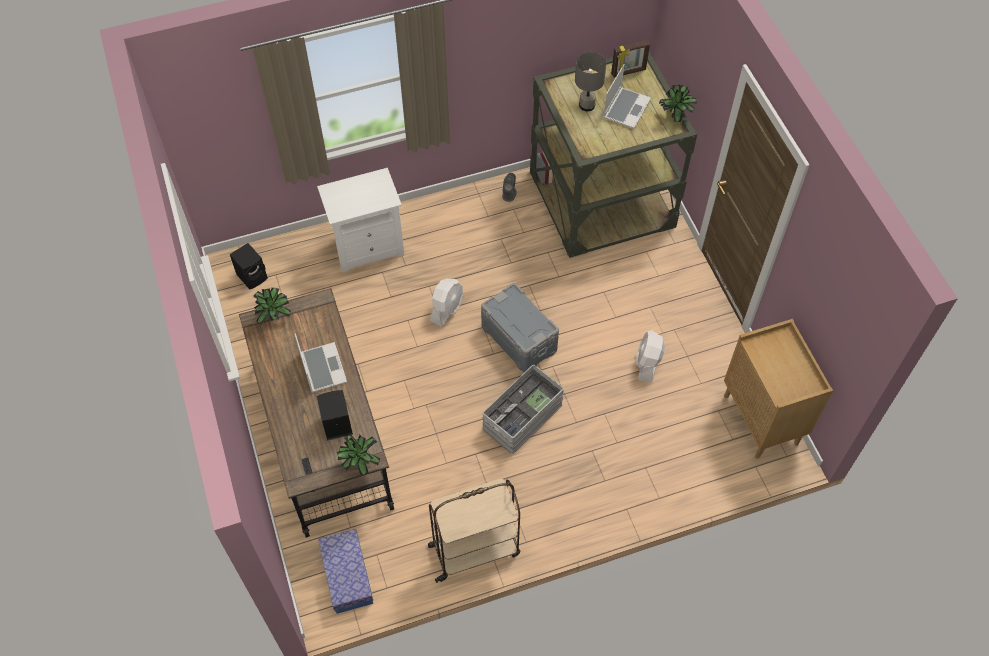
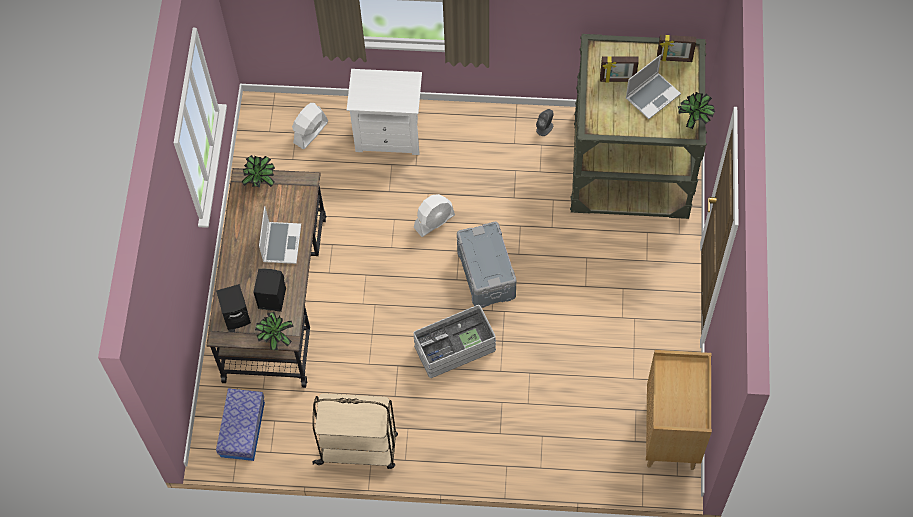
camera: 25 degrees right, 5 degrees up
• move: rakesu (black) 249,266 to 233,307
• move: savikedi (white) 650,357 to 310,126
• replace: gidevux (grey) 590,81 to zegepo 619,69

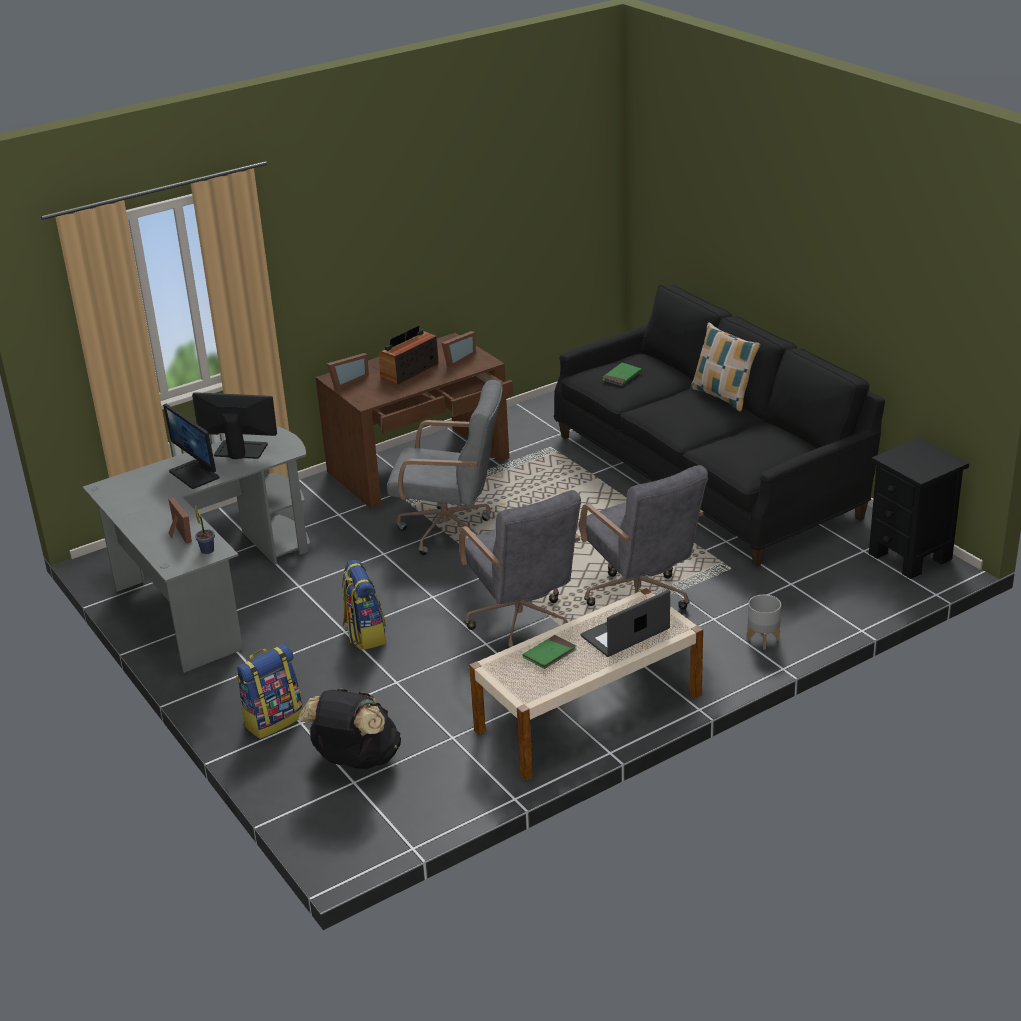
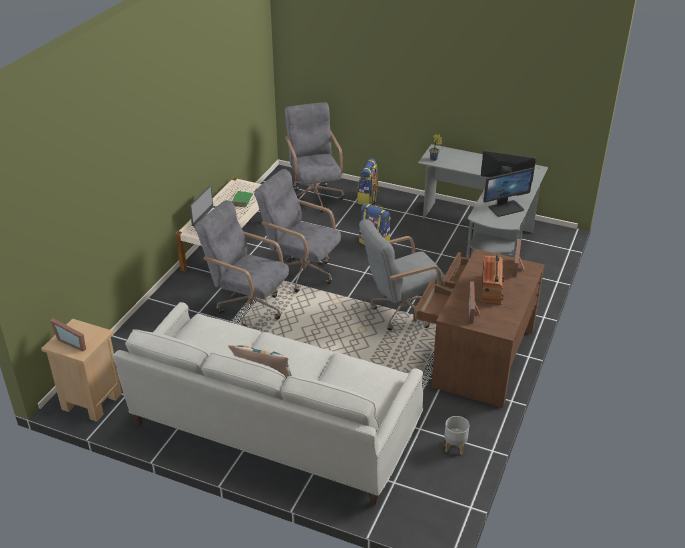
camera: 145 degrees right, 5 degrees up
• recolor: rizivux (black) 919,508 to rizivux (beige) 81,370
• move: zegepo 180,520 to 68,335
• recolor: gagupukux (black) 719,425 to gagupukux (white) 268,403
• replace: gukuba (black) 350,728 to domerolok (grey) 314,157
• move: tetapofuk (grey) 764,622 to 456,435
• delete: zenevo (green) 622,374

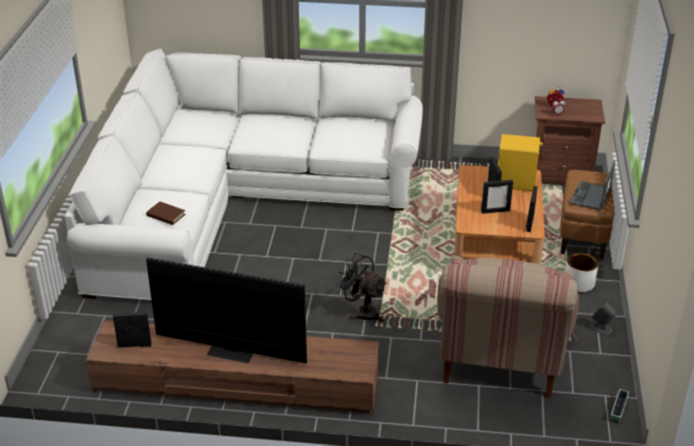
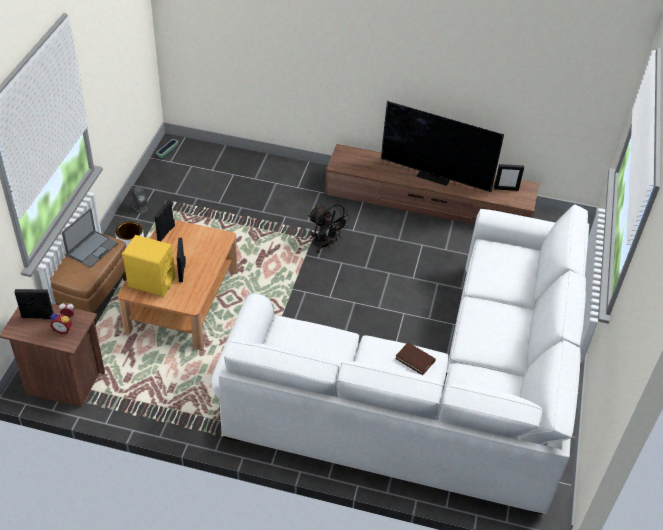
camera: 175 degrees left, 10 degrees up
• move: zegepo 497,197 to 34,304
• move: zenevo (brown) 166,213 to 415,358
• delete: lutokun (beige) 508,327

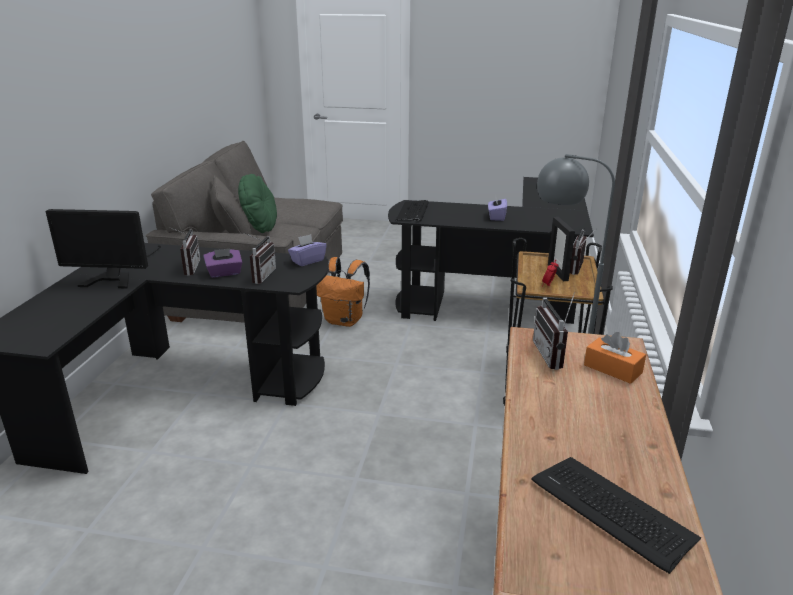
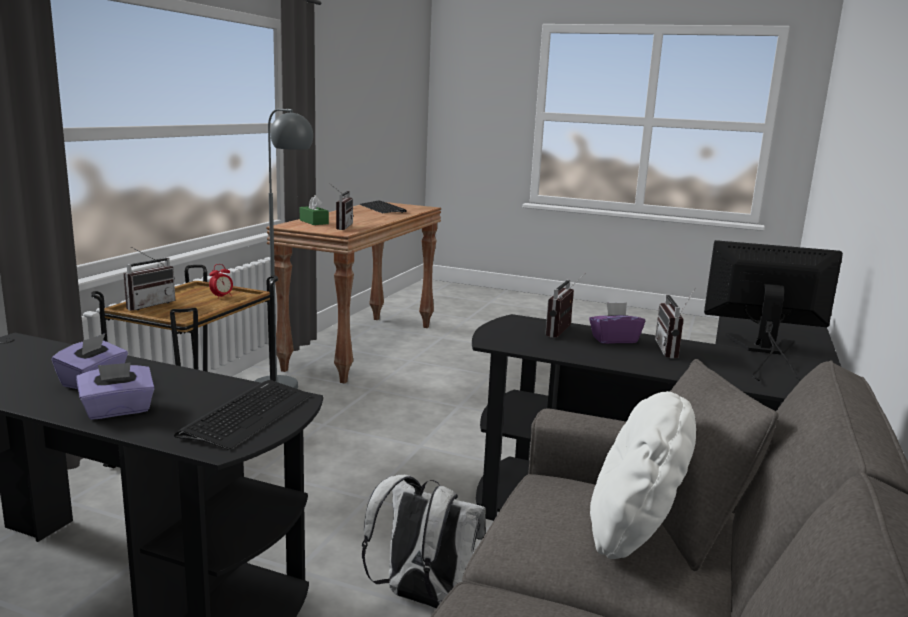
camera: 170 degrees left, 10 degrees down
• move: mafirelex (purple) 307,250 to 115,391
• recolor: mafirelex (orange) 615,358 to mafirelex (green) 314,210
• recolor: gukuba (orange) 343,292 to gukuba (white) 424,542
• recolor: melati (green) 257,203 to melati (white) 643,475
• delete: zegepo 561,249

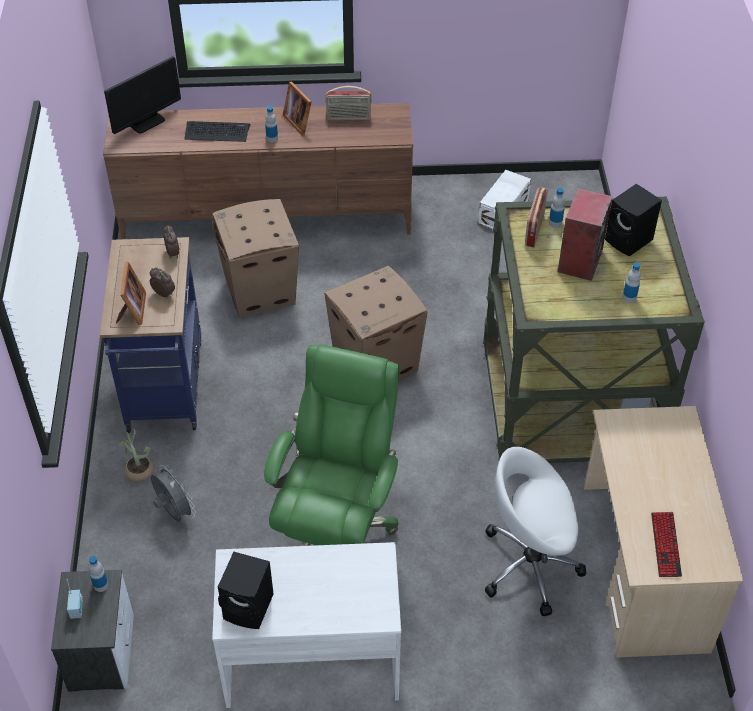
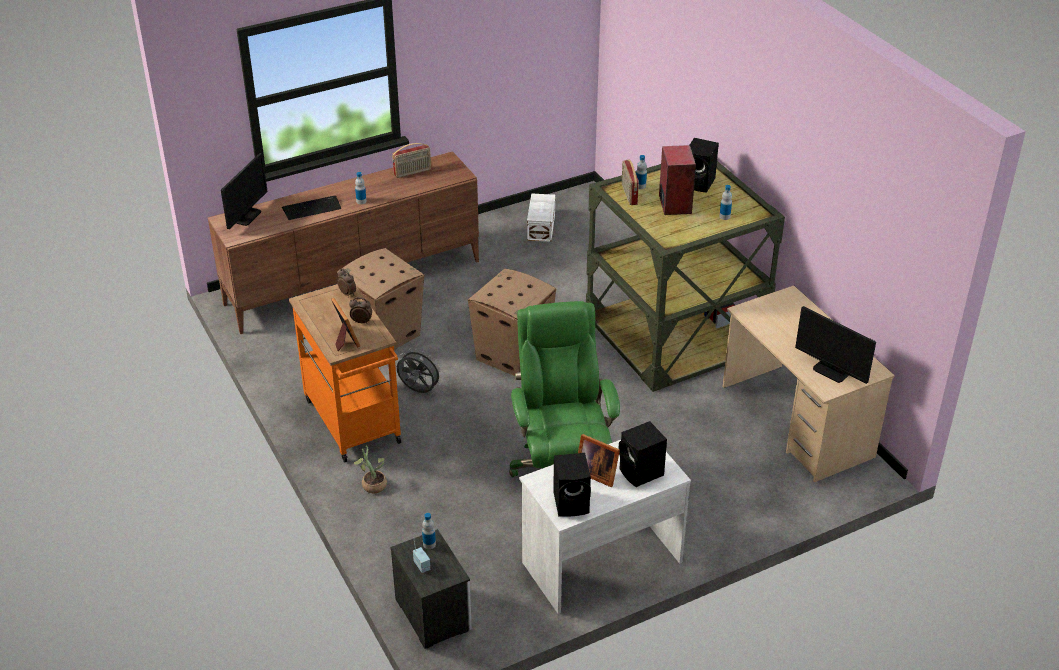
camera: 25 degrees left, 10 degrees down
• recolor: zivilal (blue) 151,335 to zivilal (orange) 345,373
• move: savikedi (grey) 173,493 to 420,371
• move: zegepo 297,108 to 599,460
• insert: rakesu (black) 643,454
• replace: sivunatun 666,544 to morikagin 835,345
• delete: domerolok (white) 535,531

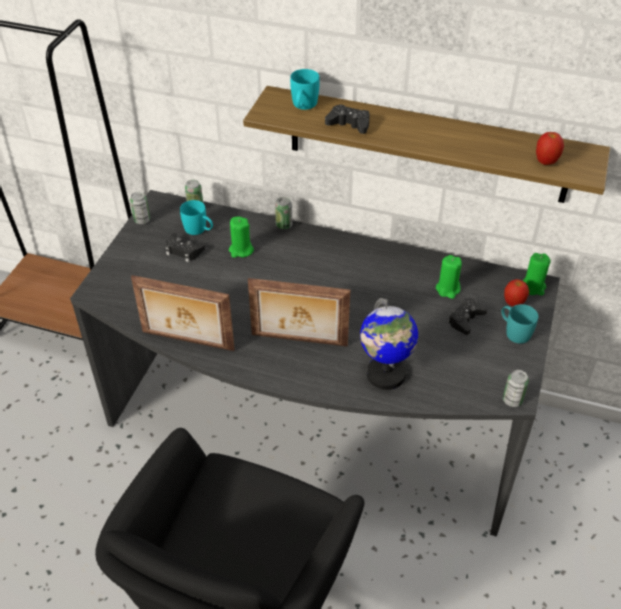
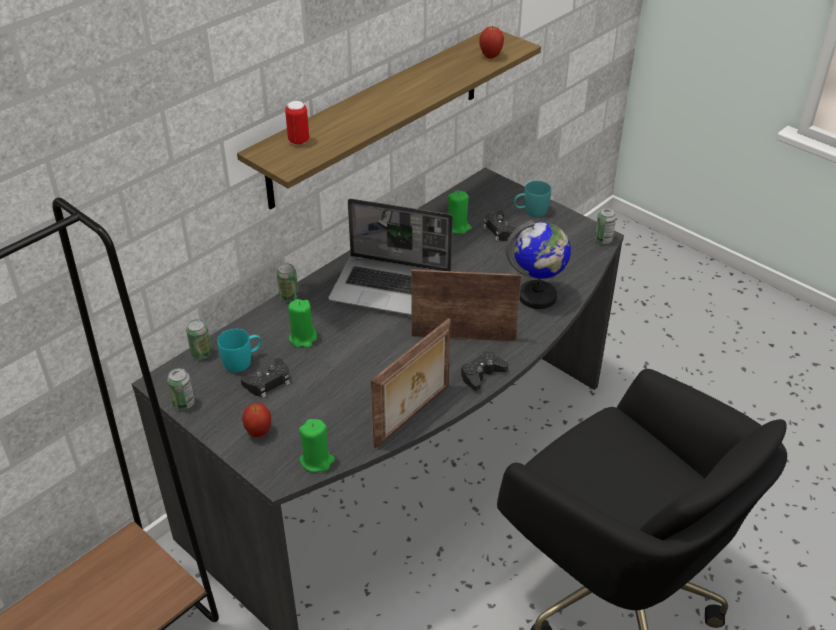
camera: 65 degrees left, 5 degrees down
• move: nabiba 516,292 to 256,420
• replace: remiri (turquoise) 305,89 to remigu 297,123
• move: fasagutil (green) 537,274 to 317,445
• insert: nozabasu 391,257
• rotate: zegepo 299,312 = 466,305 120 degrees counterclockwise
• move: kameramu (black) 347,119 to 485,371

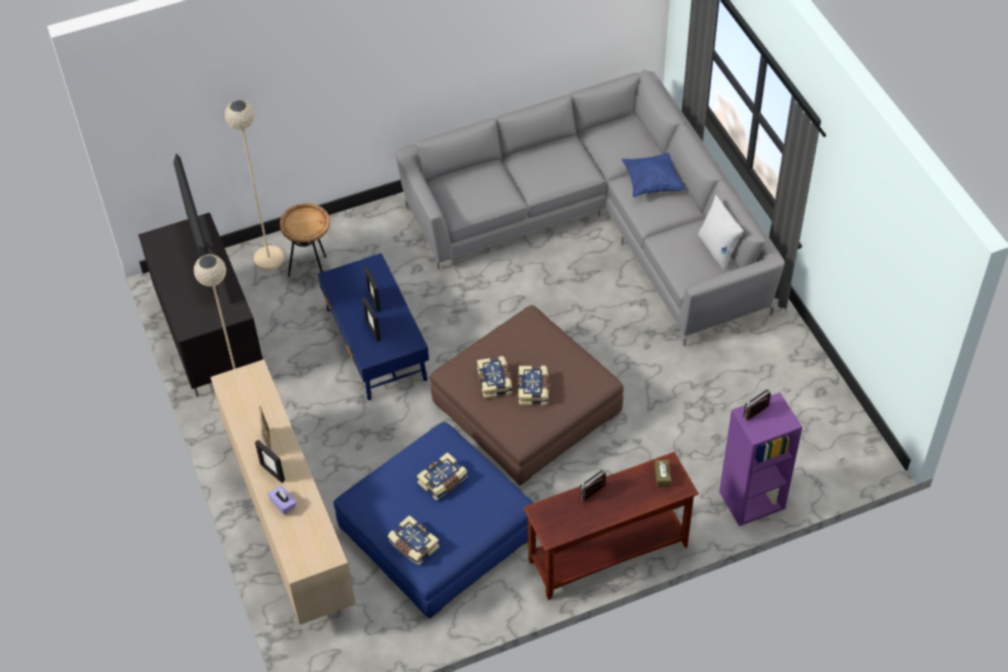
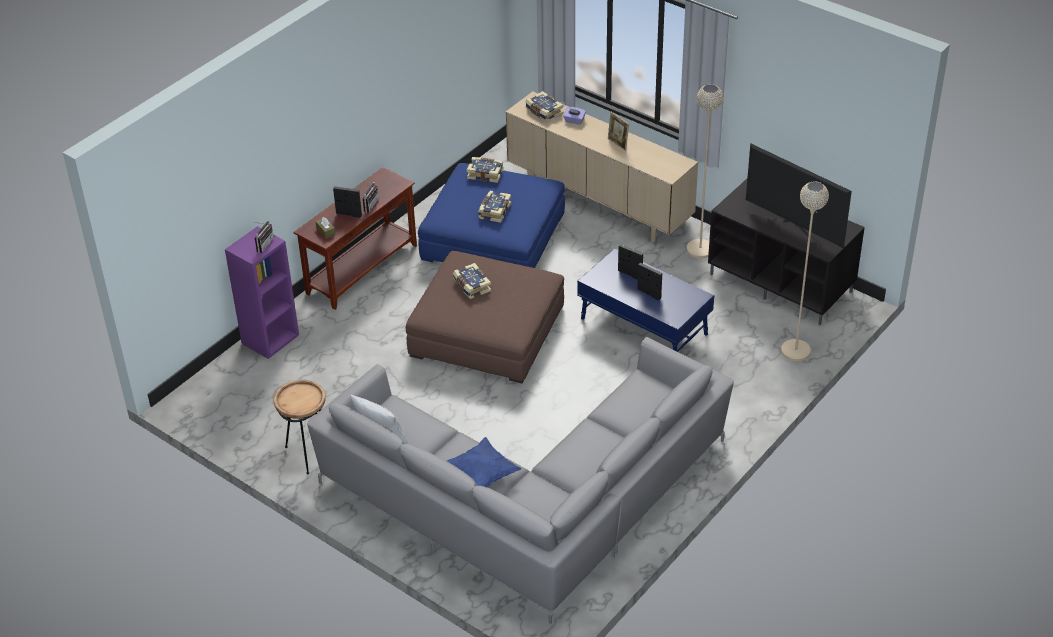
camera: 150 degrees right, 10 degrees down
• move: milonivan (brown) 305,240 to 300,427
• move: zegepo 270,461 to 347,202
• move: zenevo 494,377 to 545,106

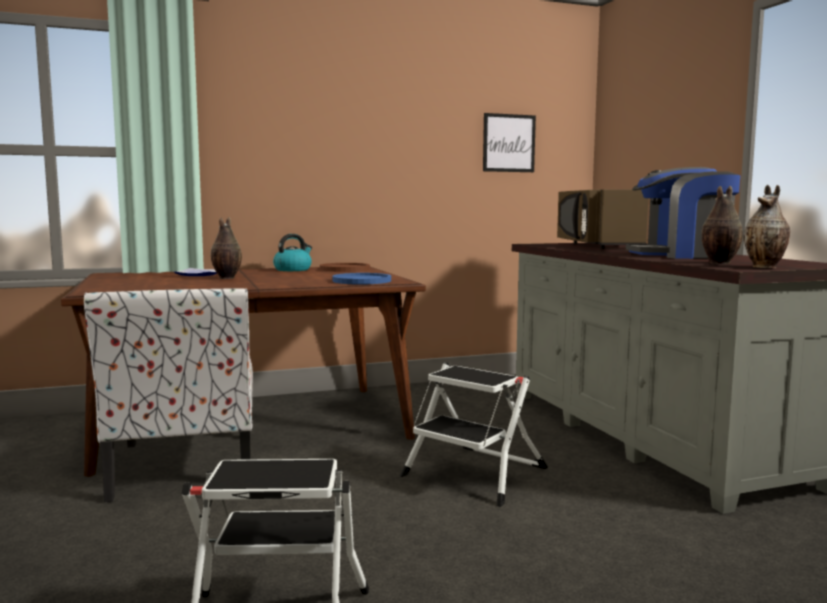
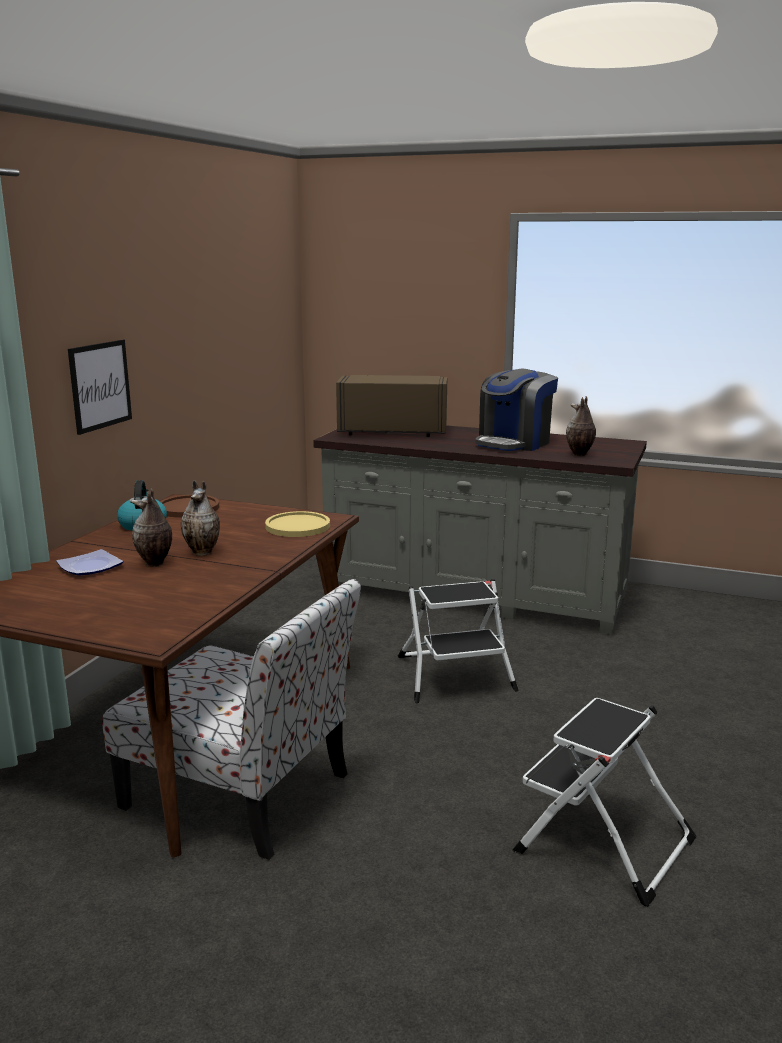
camera: 50 degrees left, 10 degrees up
• move: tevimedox 509,142 to 100,387
• move: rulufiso 767,226 to 200,518
• recolor: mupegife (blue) 361,278 to mupegife (yellow) 297,524
• rotate: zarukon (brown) 603,219 = 391,406 150 degrees clockwise

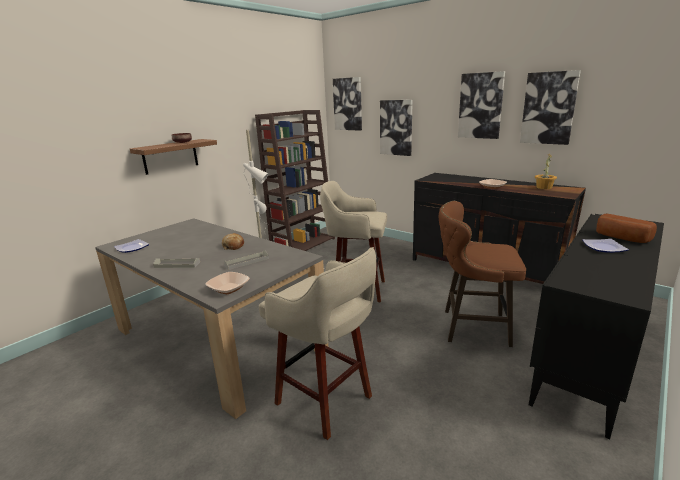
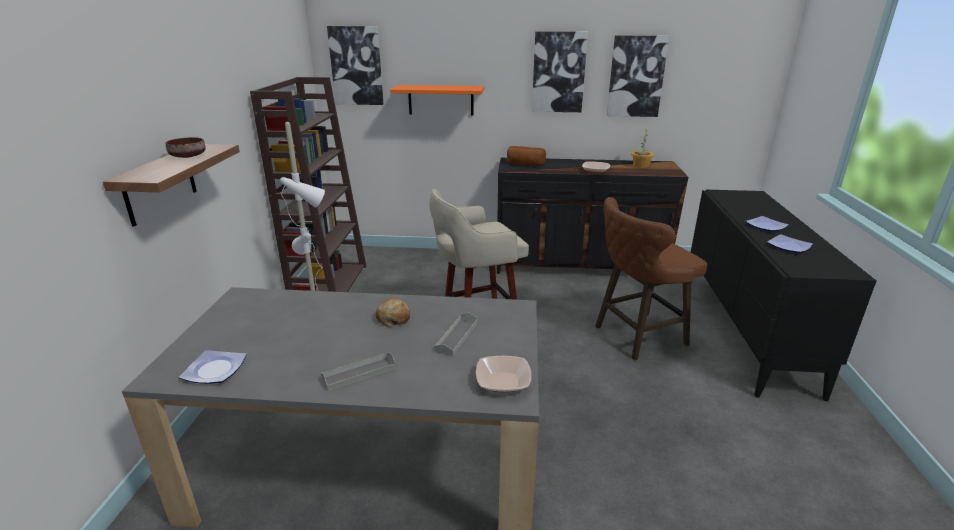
camera: 35 degrees left, 5 degrees up
• replace: tevimedox 396,128 to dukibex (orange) 437,100
• move: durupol 626,228 to 526,156
• insert: mupegife 790,243
• delete: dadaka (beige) 317,343

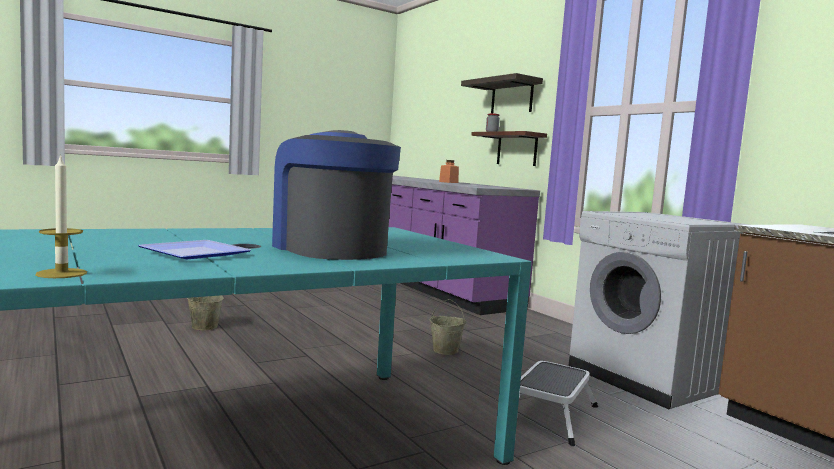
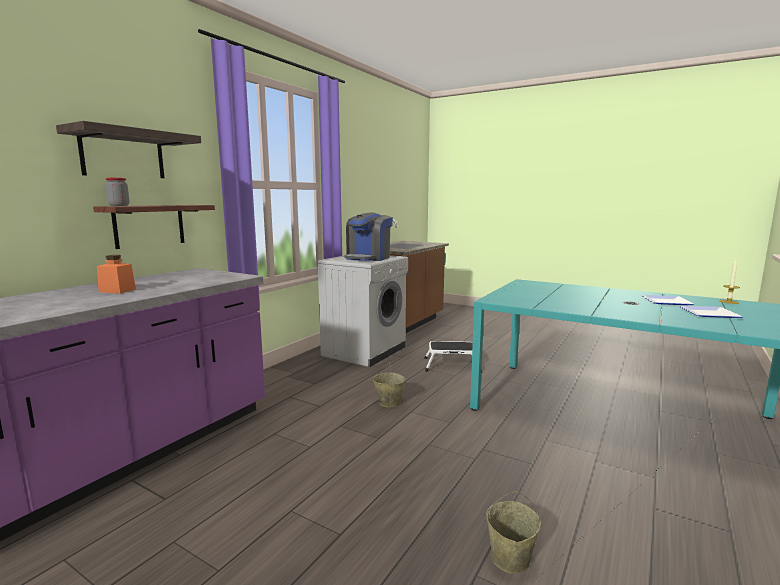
camera: 115 degrees left, 5 degrees up
• move: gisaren 336,195 to 369,237
• insert: mupegife 711,311

